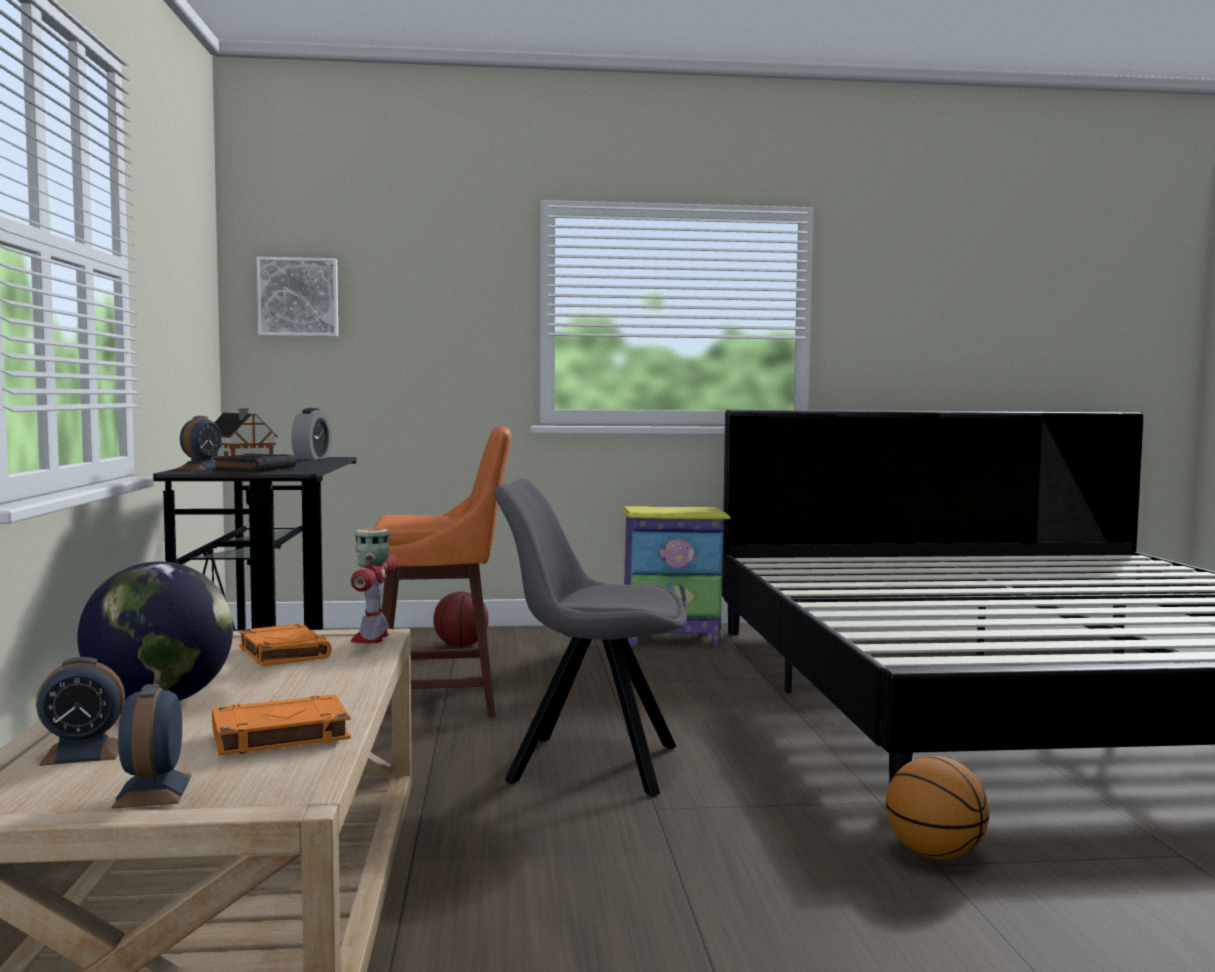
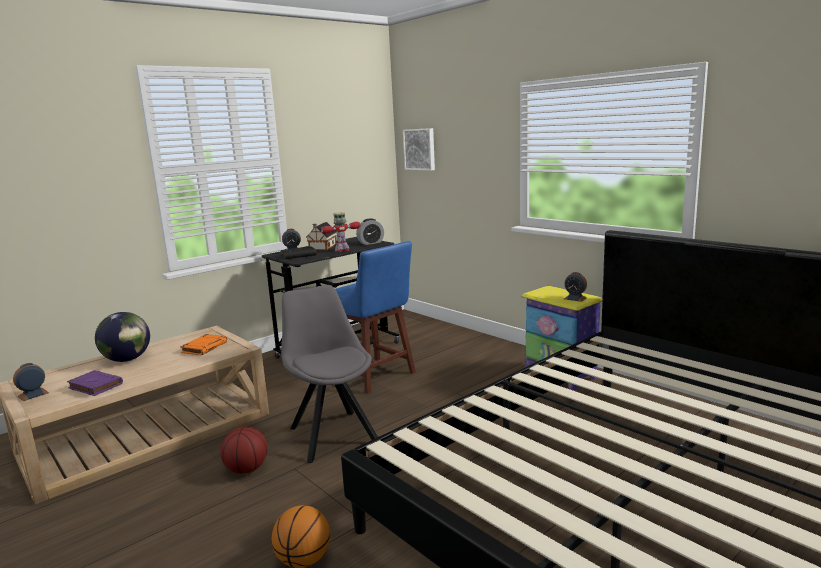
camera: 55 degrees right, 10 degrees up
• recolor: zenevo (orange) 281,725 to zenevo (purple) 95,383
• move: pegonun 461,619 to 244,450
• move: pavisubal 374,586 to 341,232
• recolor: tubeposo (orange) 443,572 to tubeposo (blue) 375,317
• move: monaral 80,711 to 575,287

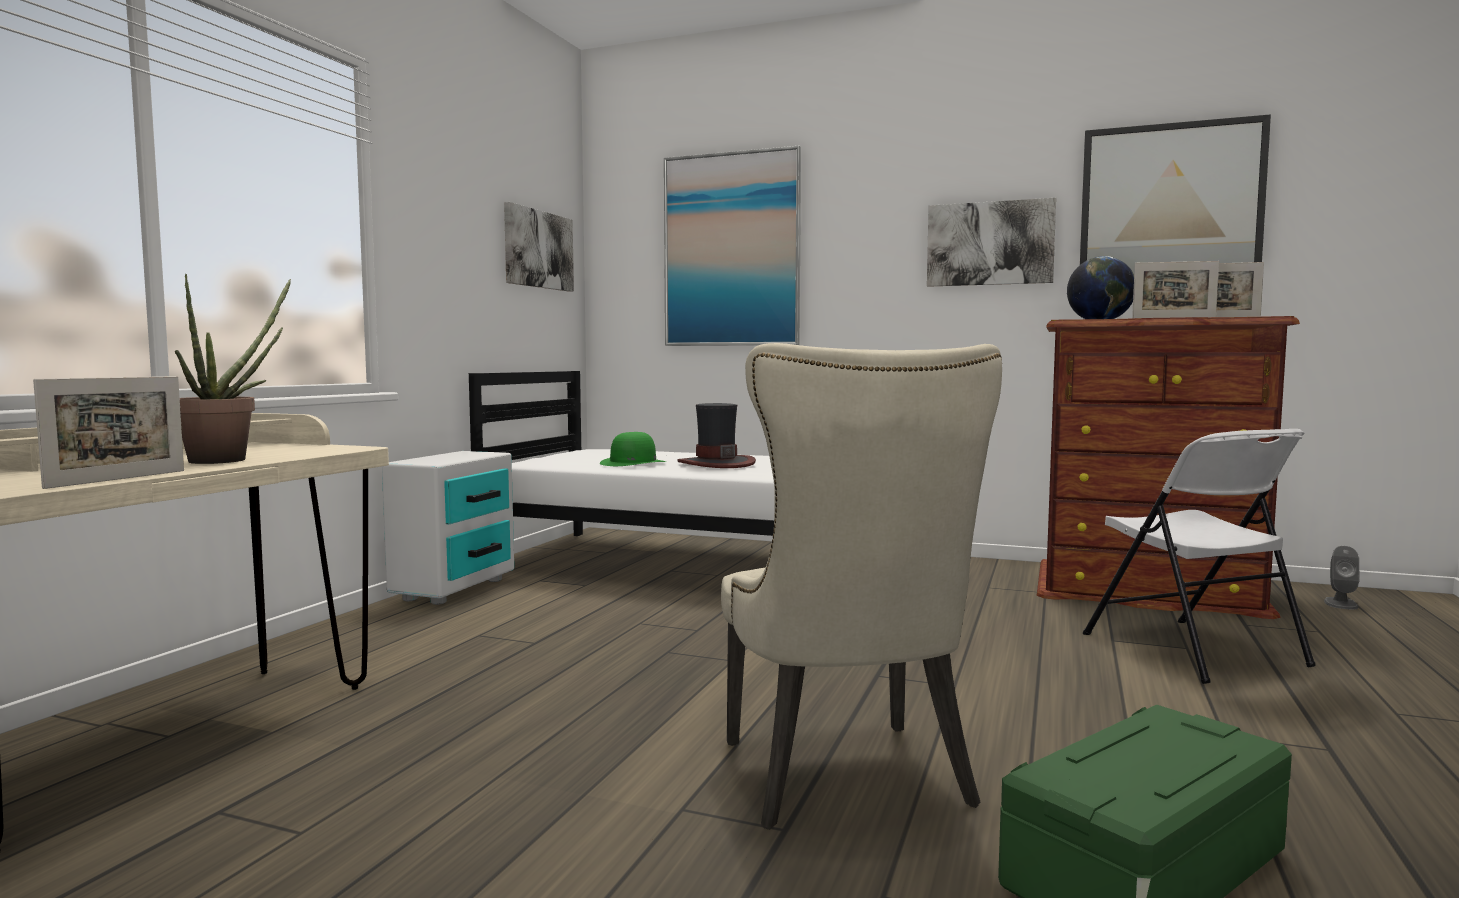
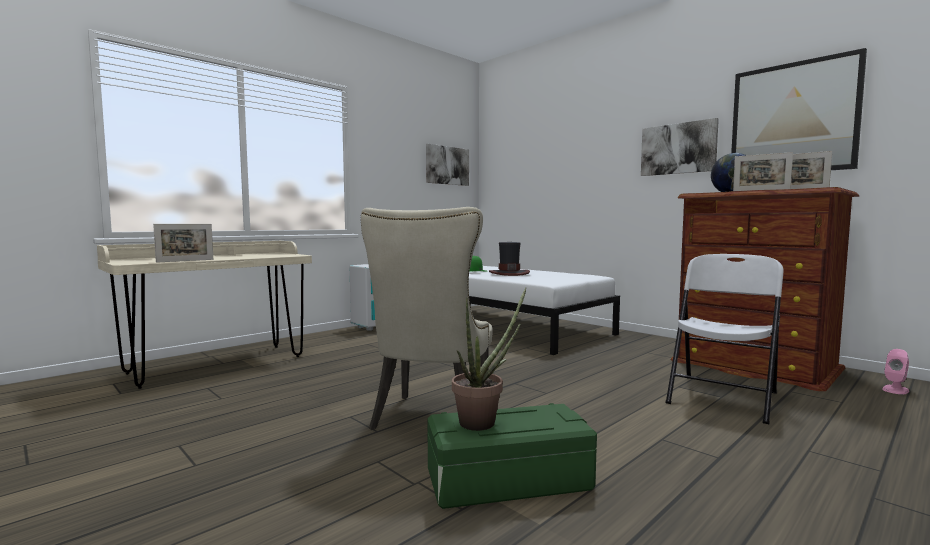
camera: 25 degrees right, 0 degrees up
• move: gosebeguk 232,369 to 489,359
• rotate: tubeposo (white) 1199,556 = 724,339 150 degrees counterclockwise
• recolor: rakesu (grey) 1341,578 to rakesu (pink) 895,371
• delete: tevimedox 732,246

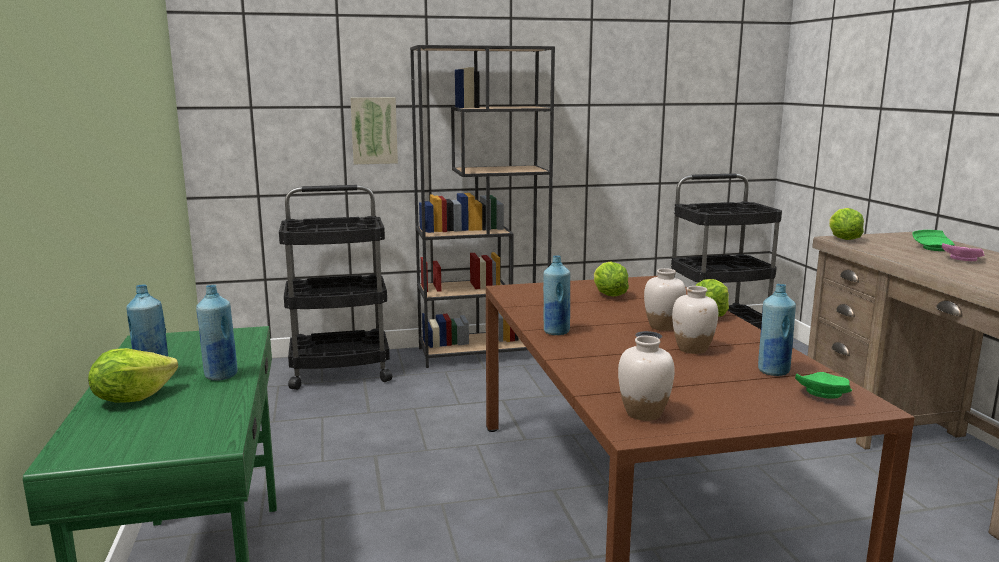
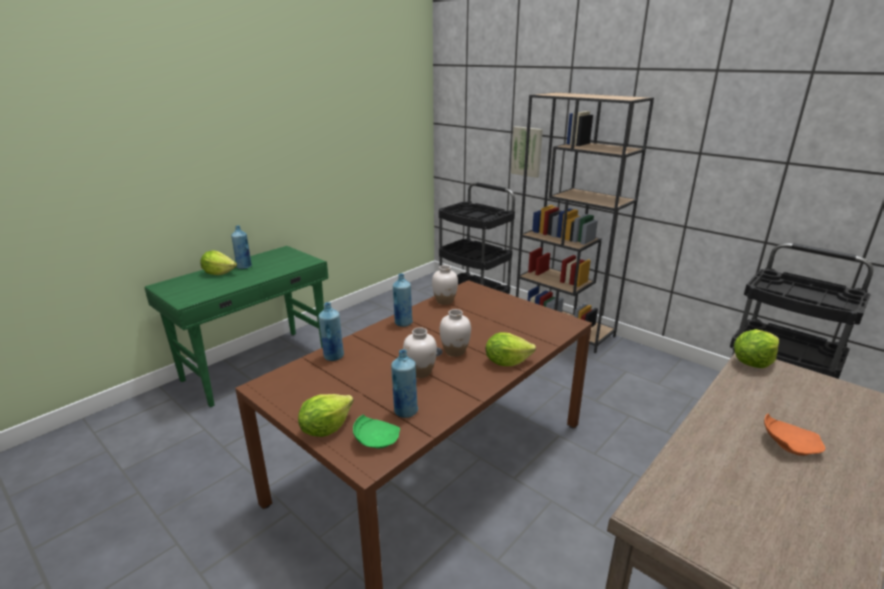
camera: 55 degrees right, 10 degrees up
• move: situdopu 611,279 to 325,415
• move: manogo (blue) 217,333 to 331,331
• move: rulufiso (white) 646,378 to 445,285
• recolor: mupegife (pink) 963,252 to mupegife (orange) 794,434
• delete: mupegife (green) 933,240

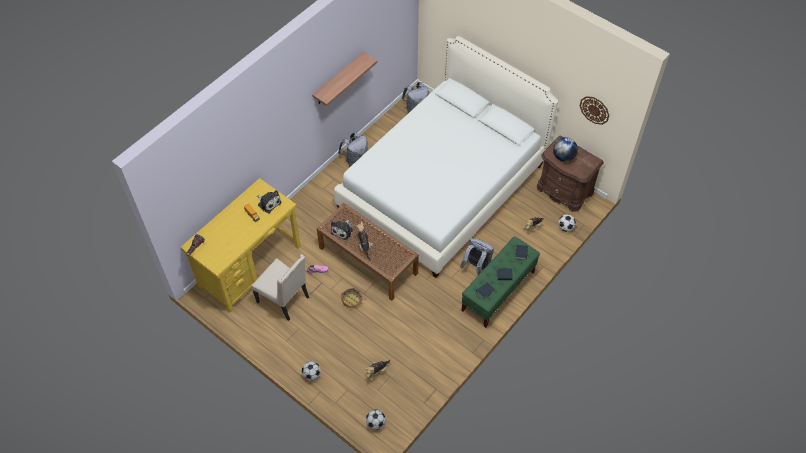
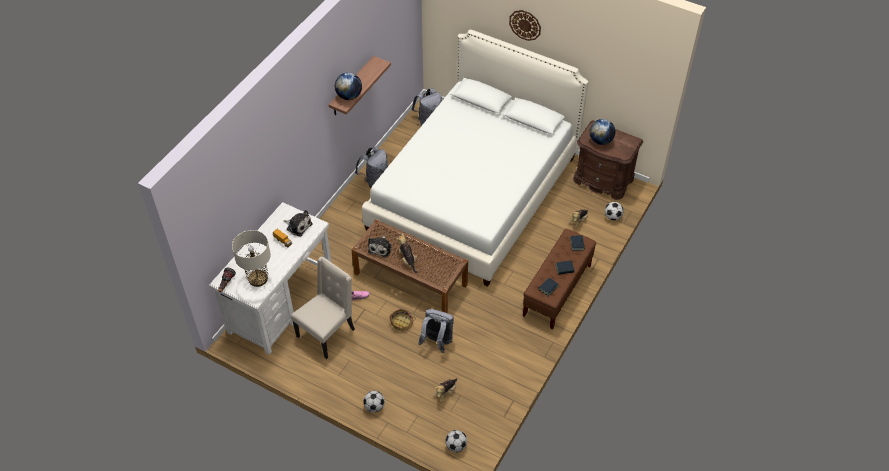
camera: 10 degrees left, 5 degrees down
• recolor: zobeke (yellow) 240,245 to zobeke (white) 270,278
• insert: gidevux 251,258
• rotate: tubeposo (beige) 280,287 = 323,307 75 degrees counterclockwise
• insert: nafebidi 348,86
• move: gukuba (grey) 477,256 to 436,331
• move: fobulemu 594,110 to 525,25
• recolor: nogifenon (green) 501,282 to nogifenon (brown) 559,279

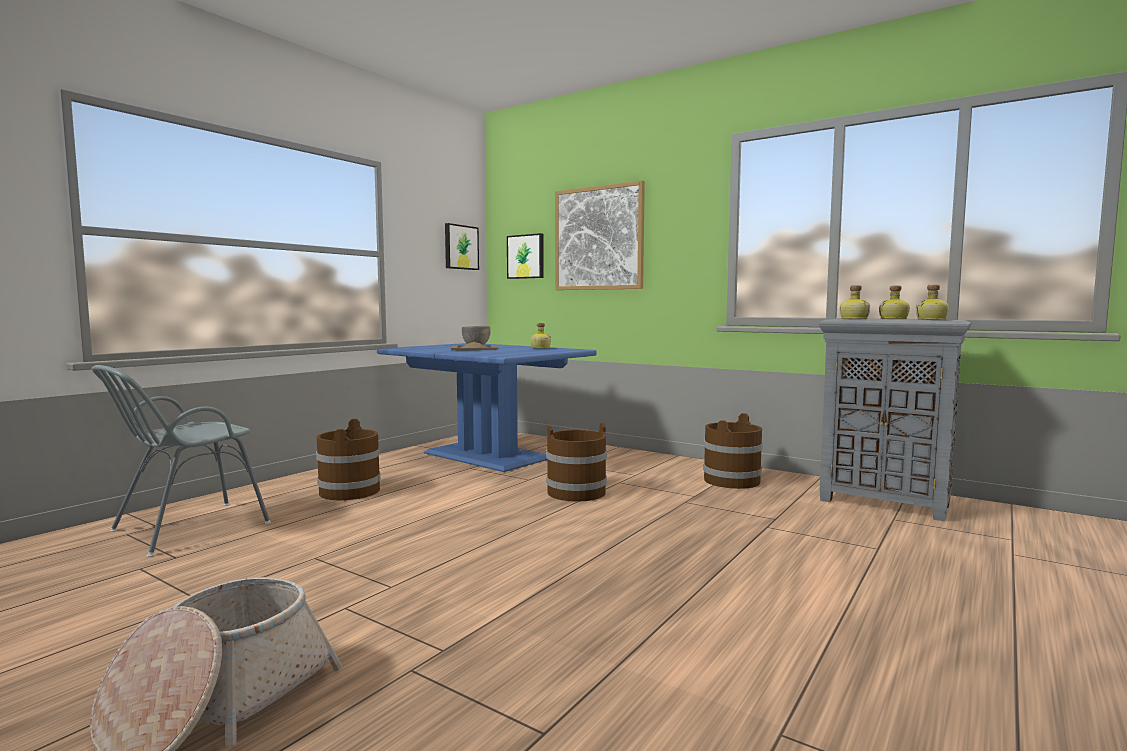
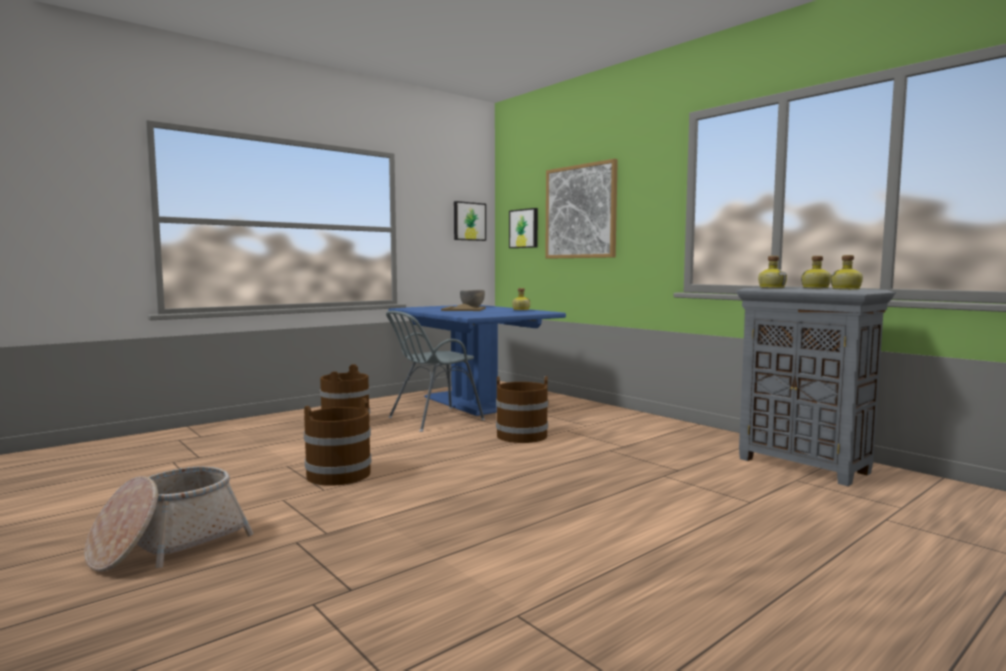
camera: 15 degrees right, 0 degrees up
• move: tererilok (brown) 733,451 to 337,442
• move: tubeposo (grey) 181,461 to 435,371

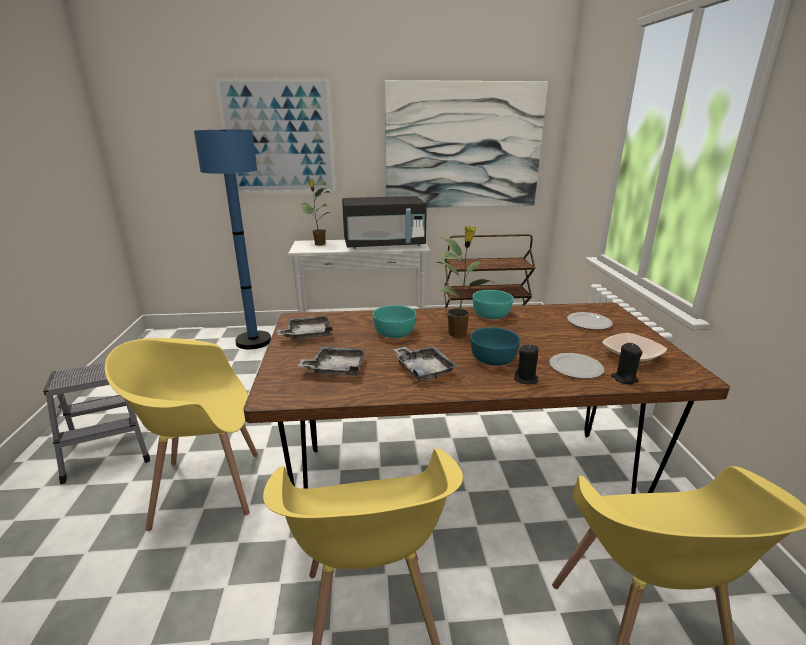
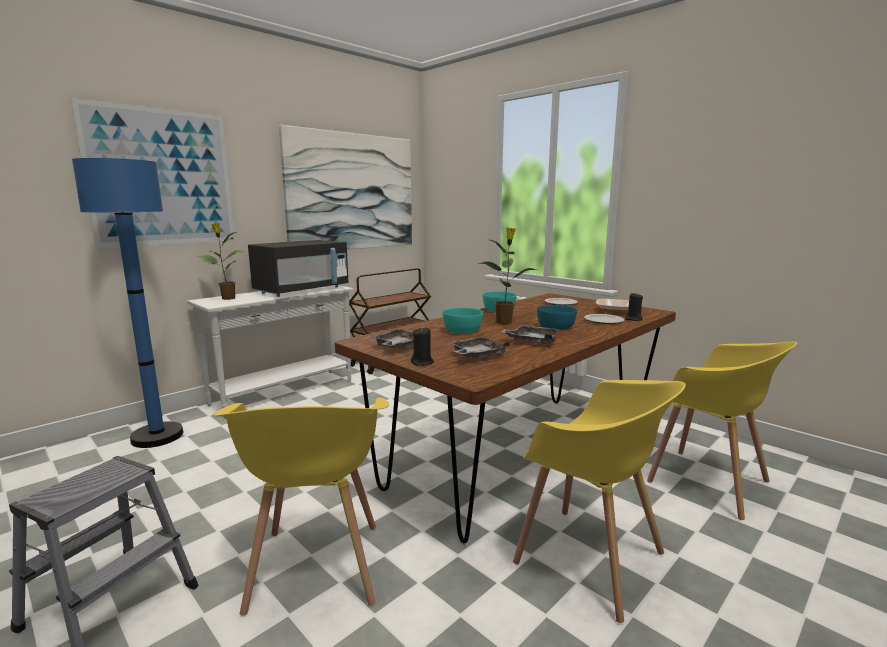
camera: 40 degrees left, 10 degrees down
• rotate: tubeposo (yellow) 181,434 = 301,506 45 degrees counterclockwise
• move: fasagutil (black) 526,364 to 422,346

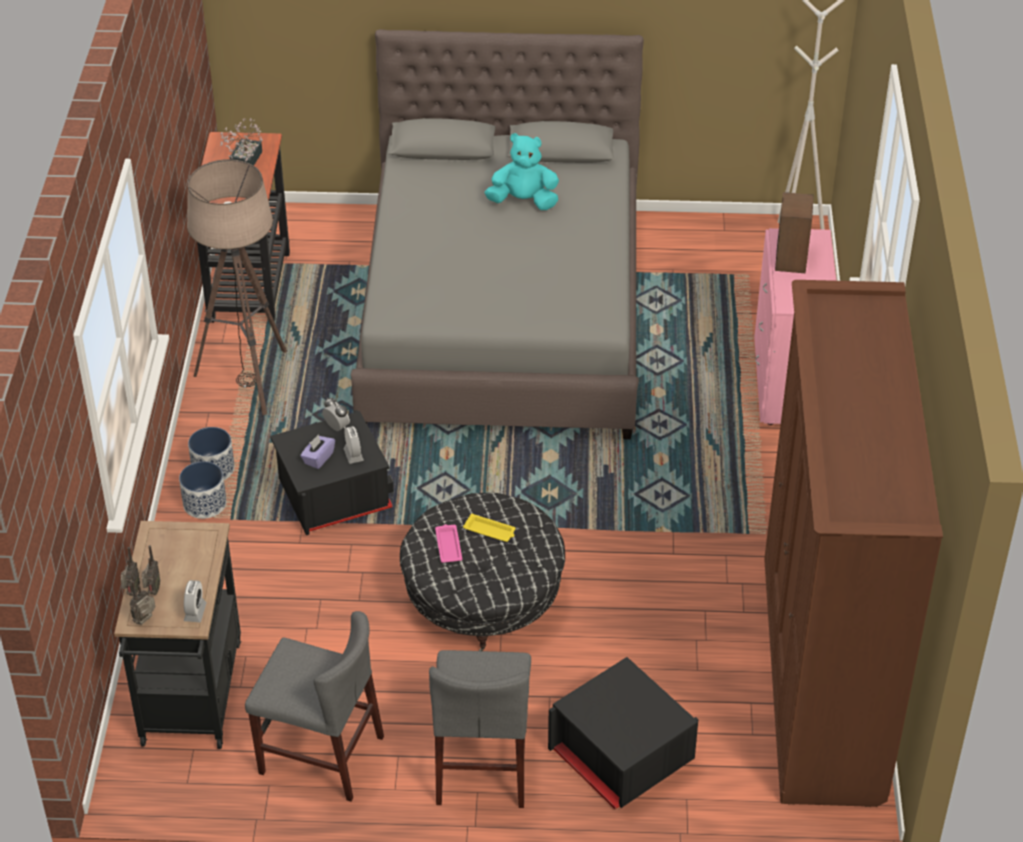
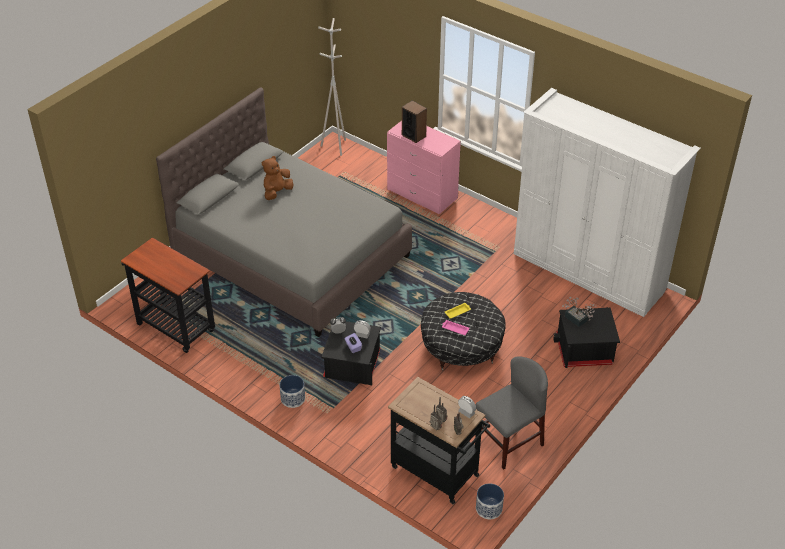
camera: 55 degrees left, 0 degrees up
• recolor: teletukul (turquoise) 522,171 to teletukul (brown) 277,178
• move: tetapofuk 203,490 to 490,501
• recolor: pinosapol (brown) 853,543 to pinosapol (white) 607,202
• move: gosebeguk 241,142 to 579,312
• delete: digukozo 237,287
• delete: tubeposo (grey) 480,729

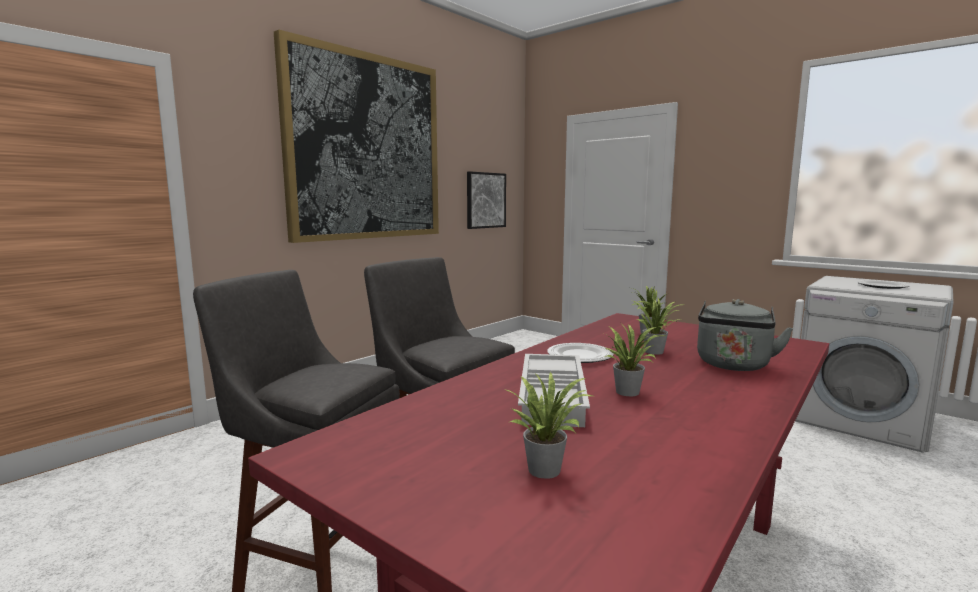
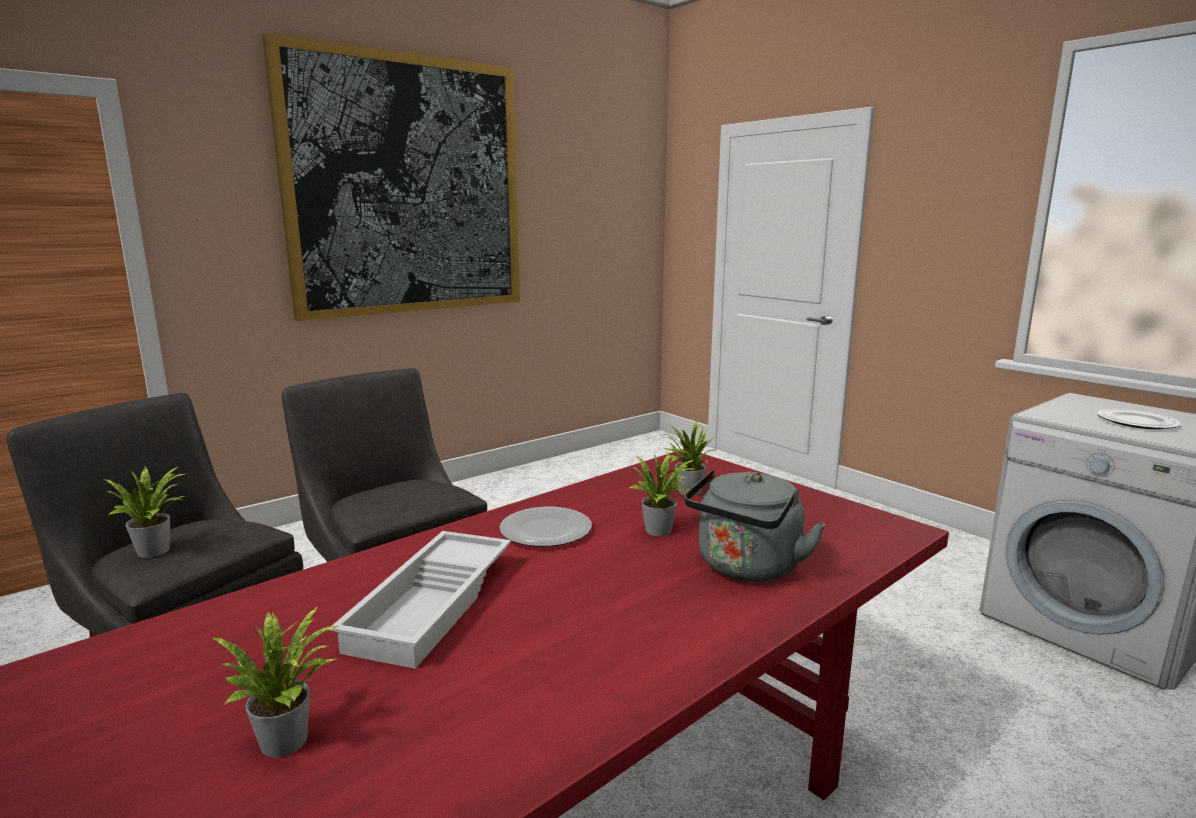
camera: 10 degrees right, 5 degrees up
• move: gosebeguk 635,360 to 144,512
• delete: tevimedox 486,200

